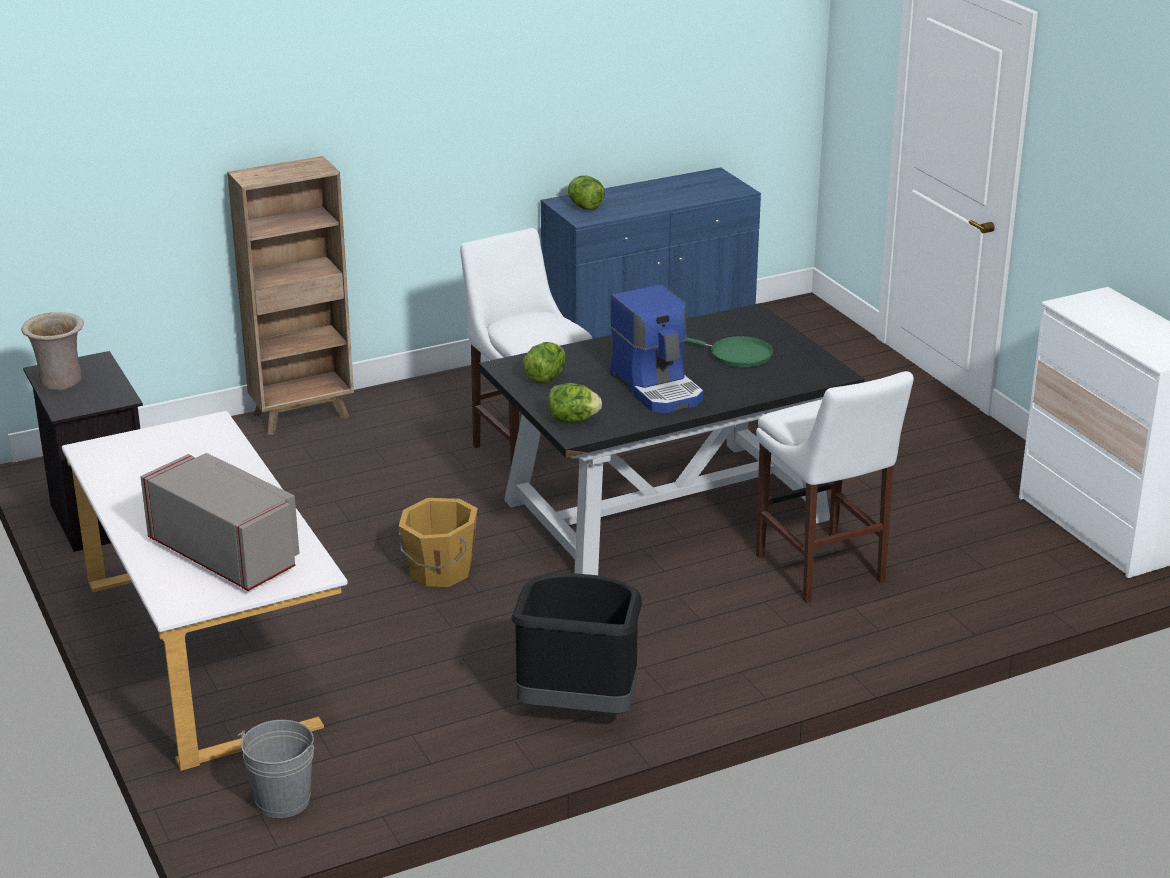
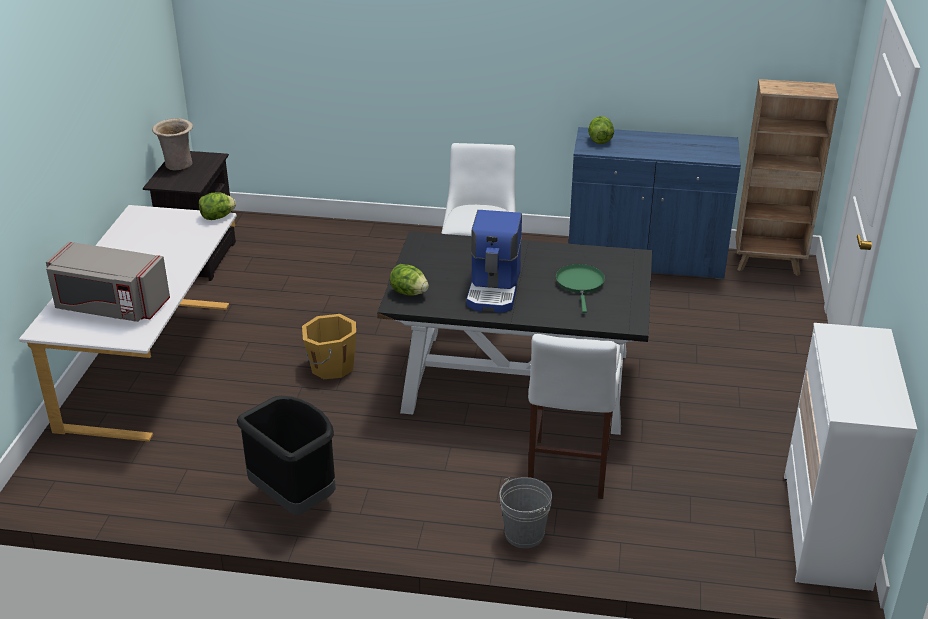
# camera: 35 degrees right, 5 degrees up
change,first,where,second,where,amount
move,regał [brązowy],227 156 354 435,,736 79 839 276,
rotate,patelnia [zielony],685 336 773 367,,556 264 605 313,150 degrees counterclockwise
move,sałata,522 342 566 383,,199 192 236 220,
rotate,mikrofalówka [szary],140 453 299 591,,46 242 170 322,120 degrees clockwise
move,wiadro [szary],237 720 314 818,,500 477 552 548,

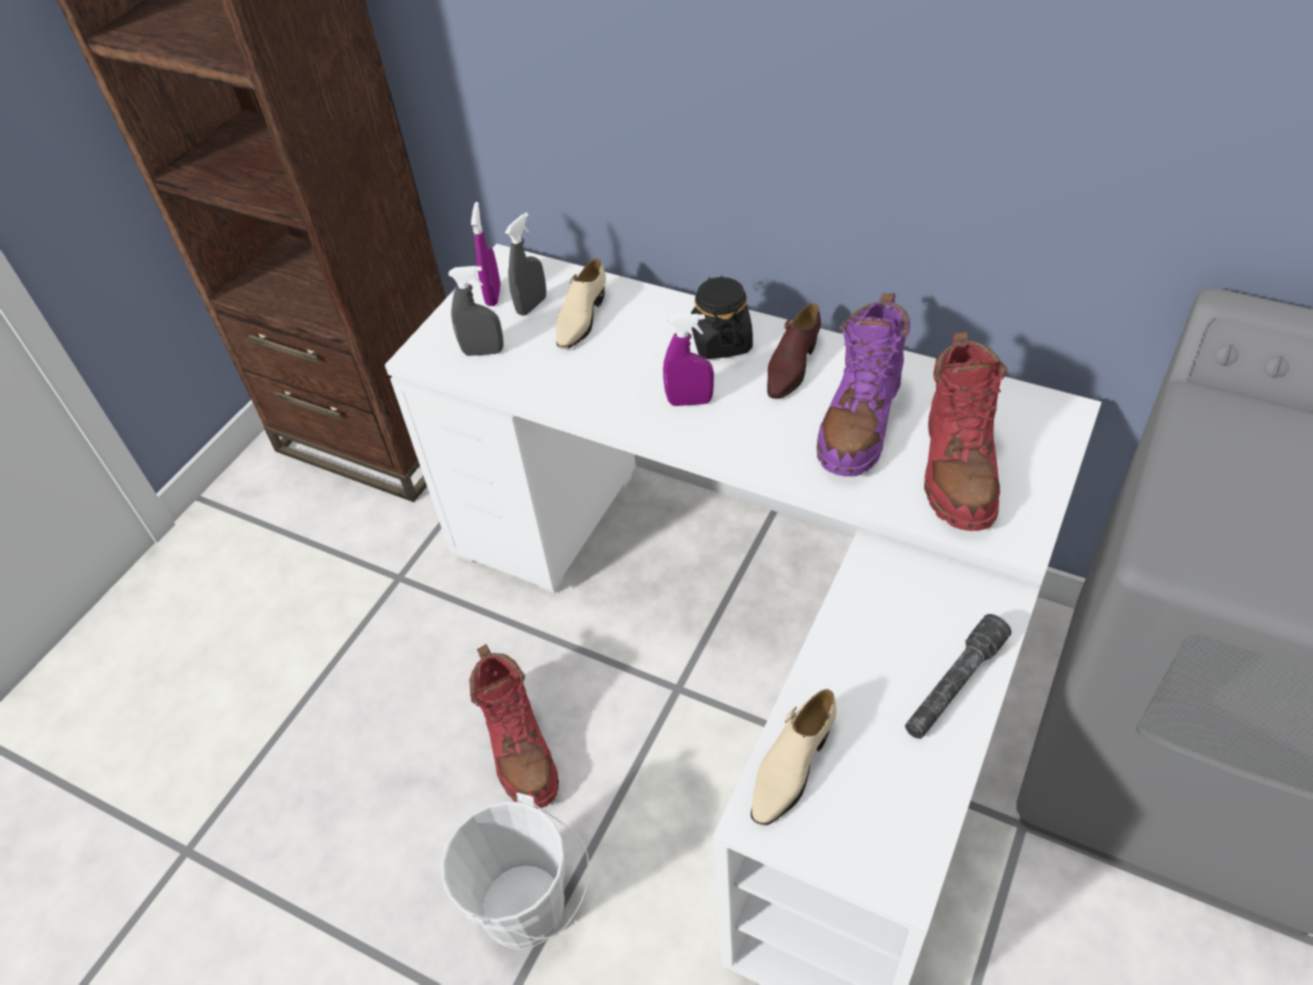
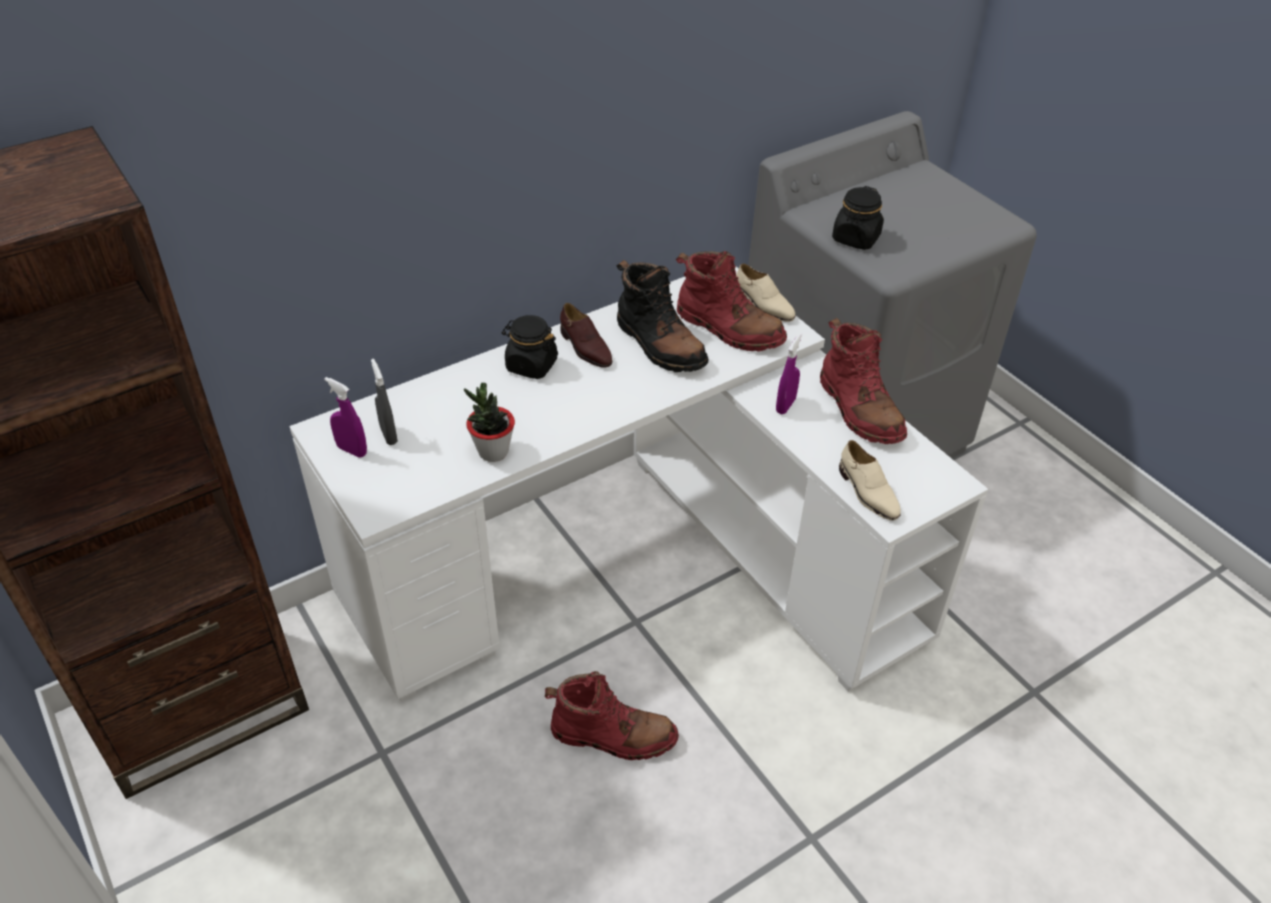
# camera: 65 degrees left, 5 degrees down
change,first,where,second,where,amount
move,but [beżowy],556 258 606 349,,736 264 796 322,
delete,spryskiwacz [szary],448 266 504 356,,,
recolor,but z cholewką [fioletowy],817 293 910 477,but z cholewką [czarny],617 260 709 372,
move,spryskiwacz [fioletowy],663 314 714 406,,776 333 802 414,
replace,latarka [szary],905 614 1011 739,but z cholewką [czerwony],820 318 907 444,
delete,wiadro [biały],441 793 589 949,,,
insert,,,słoik [czarny],832 186 884 250,
insert,,,roślina doniczkowa,464 382 515 462,

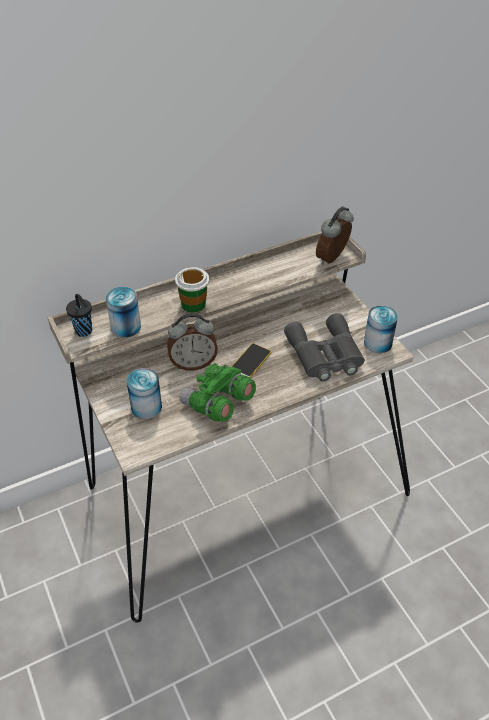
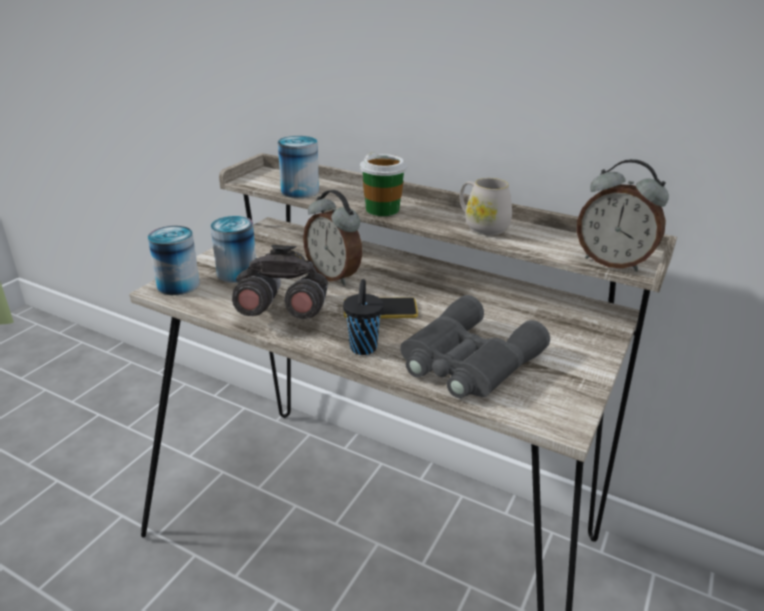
# camera: 55 degrees right, 15 degrees down
change,first,where,second,where,amount
rotate,budzik,316 207 354 265,,577 159 669 272,150 degrees counterclockwise
move,filiżanka [czarny],66 294 92 337,,343 279 384 355,
move,puszka,364 306 398 353,,148 226 200 295,
recolor,lornetka [zielony],180 363 256 422,lornetka [szary],232 245 328 319,
insert,,,kubek [biały],460 178 512 235,

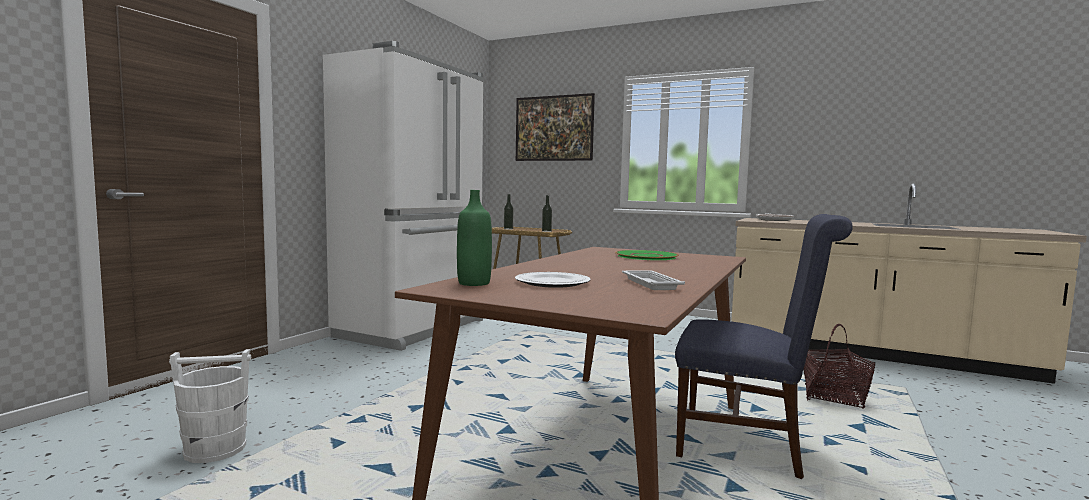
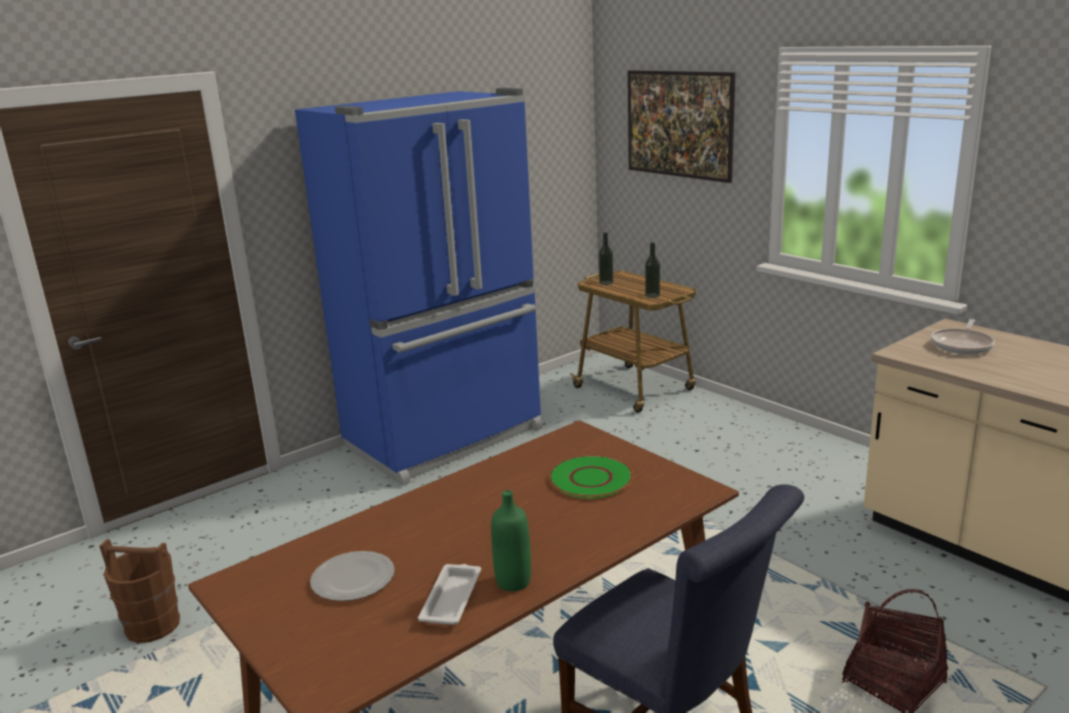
# camera: 25 degrees right, 15 degrees up
change,first,where,second,where,amount
recolor,lodówka [biały],323 41 484 351,lodówka [niebieski],295 88 543 486,
move,butelka [zielony],457 190 492 286,,491 490 531 591,
recolor,wiadro [biały],169 349 251 463,wiadro [brązowy],99 539 180 643,

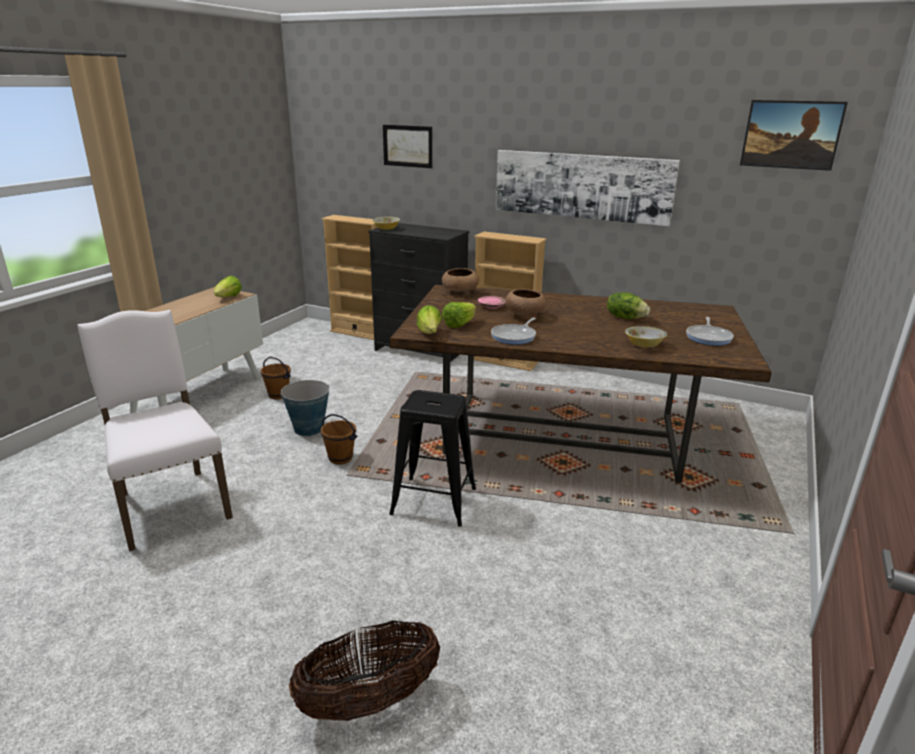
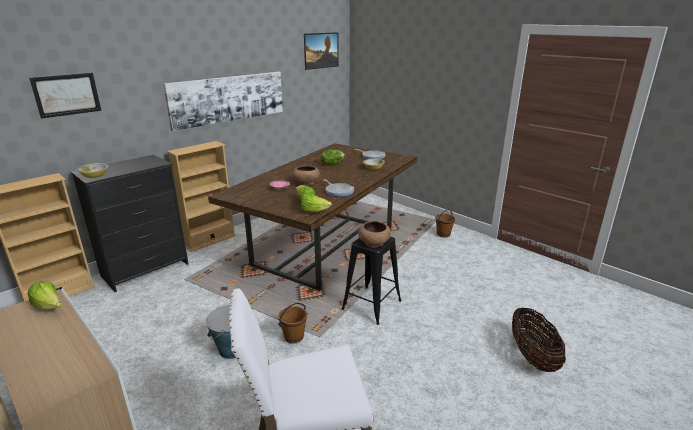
# camera: 70 degrees left, 0 degrees up
change,first,where,second,where,amount
move,miska [brązowy],442 268 479 296,,358 221 391 248,
move,wiadro [brązowy],260 357 291 399,,435 209 455 238,

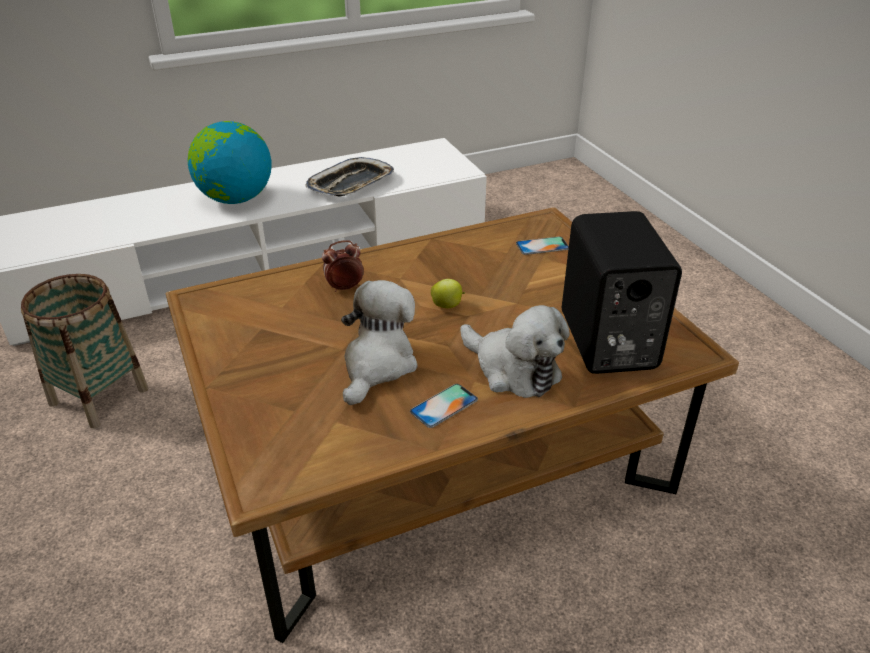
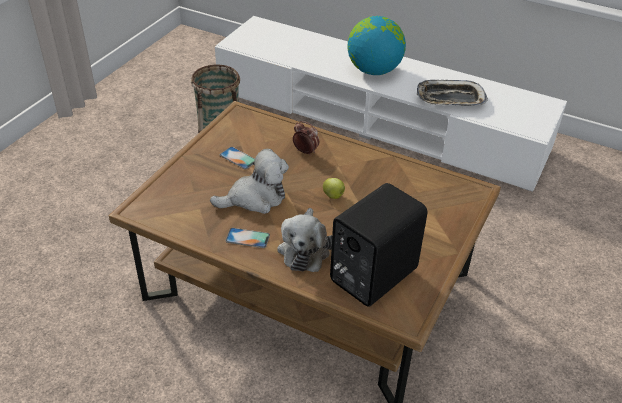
# camera: 50 degrees right, 5 degrees up
change,first,where,second,where,amount
move,telefon,516 237 569 255,,220 147 255 169,

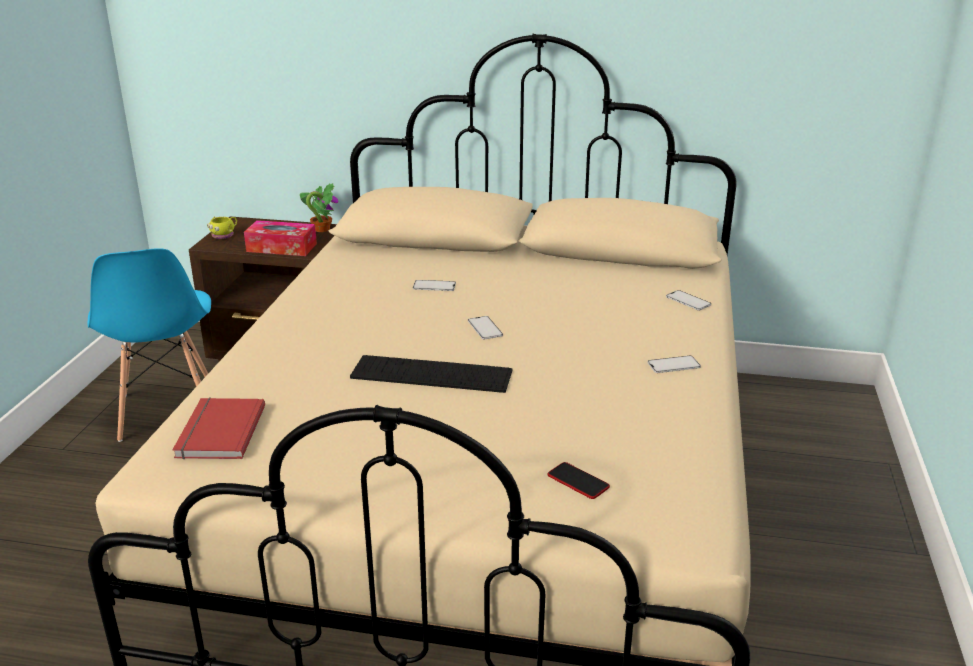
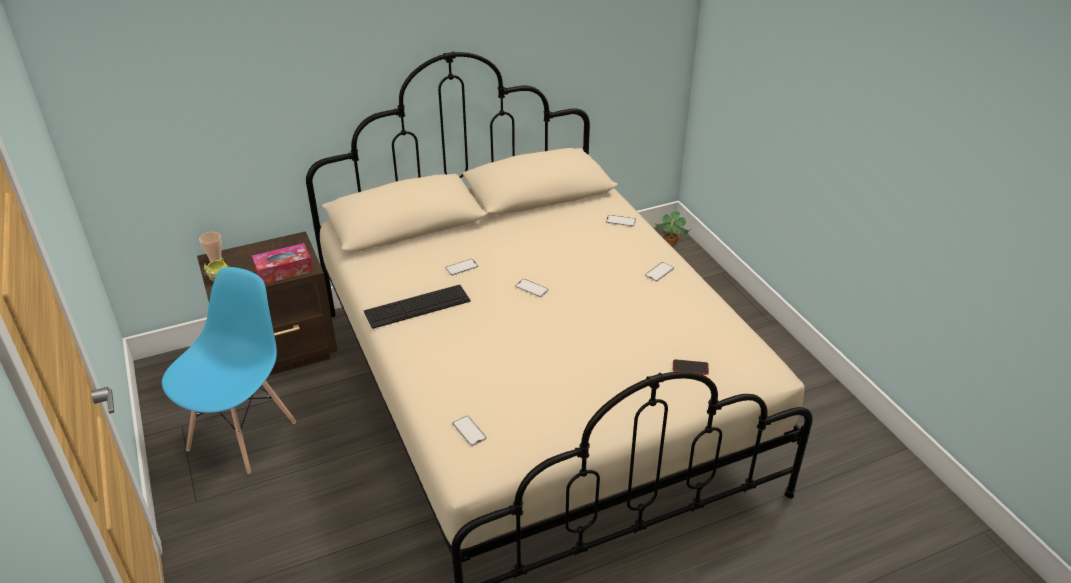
# camera: 35 degrees left, 10 degrees up
change,first,where,second,where,amount
move,roślina doniczkowa,300 183 339 232,,655 210 691 245,
rotate,krzesło [niebieski],88 248 211 442,,162 267 296 474,105 degrees counterclockwise
move,klawiatura,350 355 513 393,,364 285 471 329,
replace,książka [czerwony],172 398 265 459,telefon,453 416 486 446,
insert,,,filiżanka,199 232 222 262,

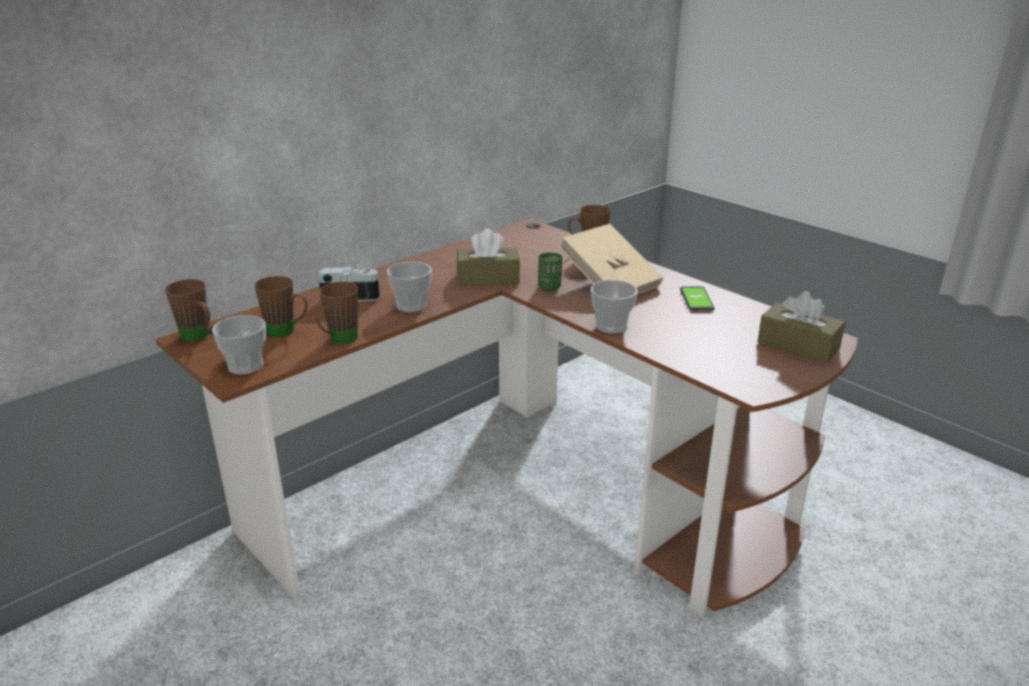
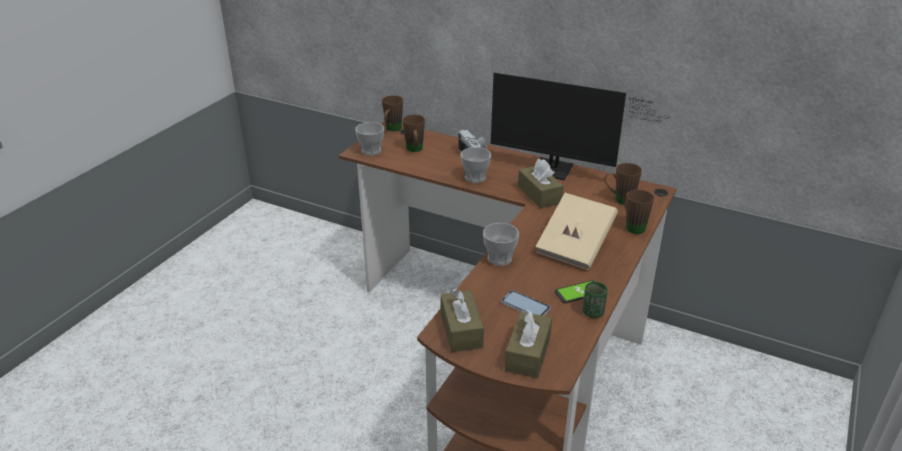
# camera: 70 degrees right, 5 degrees up
change,first,where,second,where,amount
move,filiżanka [zielony],538 252 562 291,,582 281 608 318,
move,kubek [brązowy],316 282 358 344,,604 163 642 205,
insert,,,monitor,490 73 670 180,
insert,,,pudełko chusteczek [brązowy],440 289 484 352,
insert,,,telefon,501 290 551 316,

